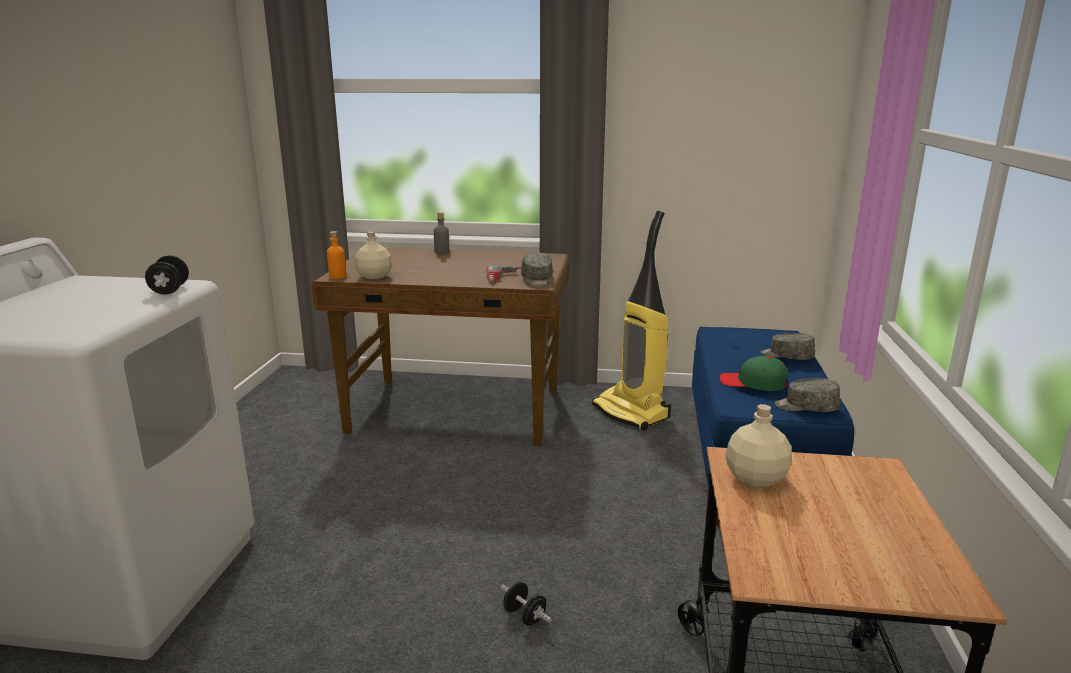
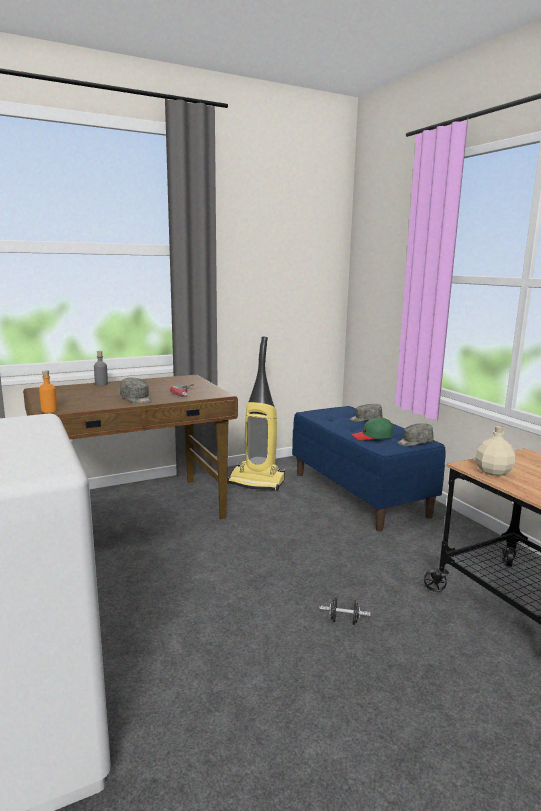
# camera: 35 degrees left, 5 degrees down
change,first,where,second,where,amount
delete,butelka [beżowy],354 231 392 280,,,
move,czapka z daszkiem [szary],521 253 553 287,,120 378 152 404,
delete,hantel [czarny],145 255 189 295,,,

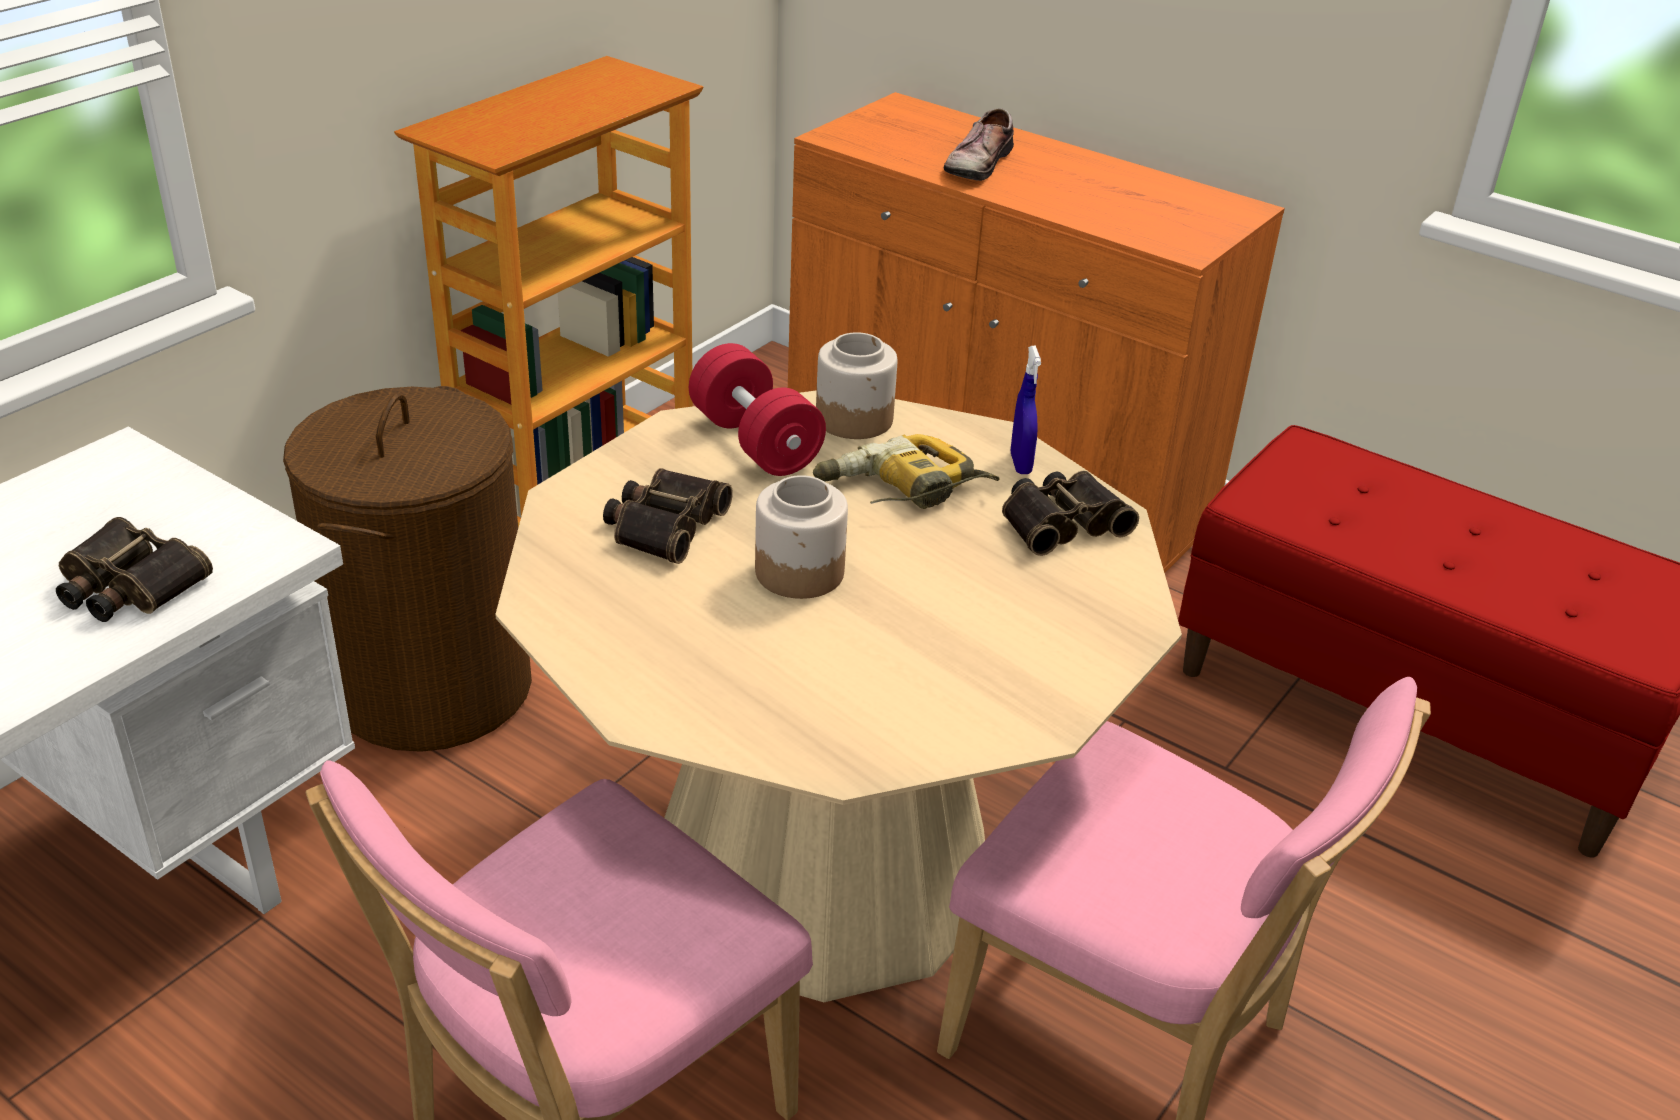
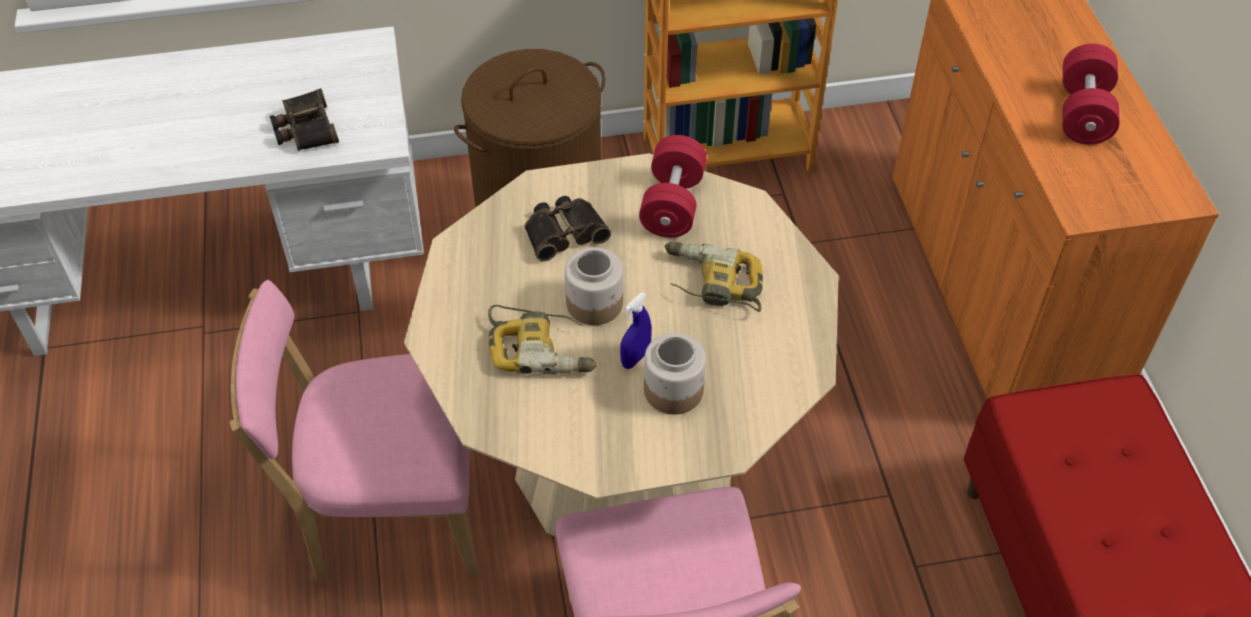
# camera: 45 degrees right, 15 degrees up
change,first,where,second,where,amount
delete,but,944 108 1014 181,,,
move,słoik,816 332 897 439,,644 333 706 415,
move,spryskiwacz [niebieski],1010 346 1041 474,,620 292 652 369,
delete,lornetka,1002 470 1139 556,,,
insert,,,hantel [czerwony],1062 44 1120 144,
insert,,,wiertarka,488 305 597 375,

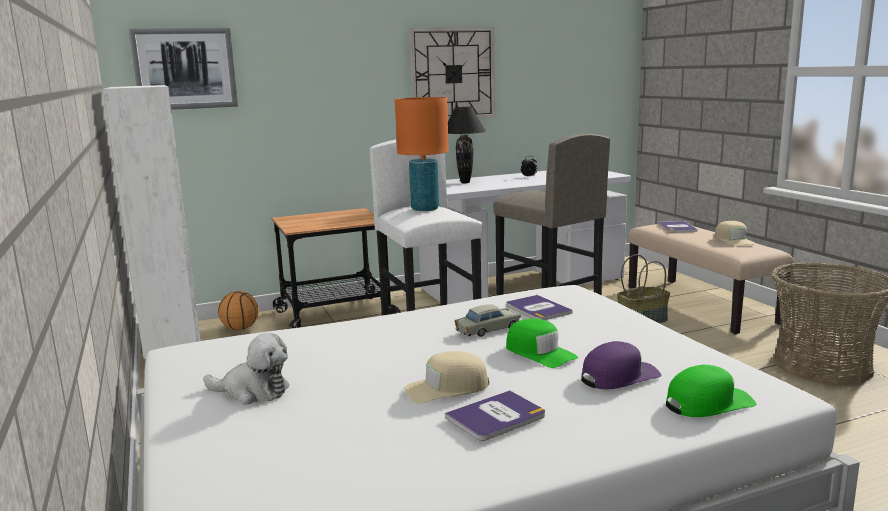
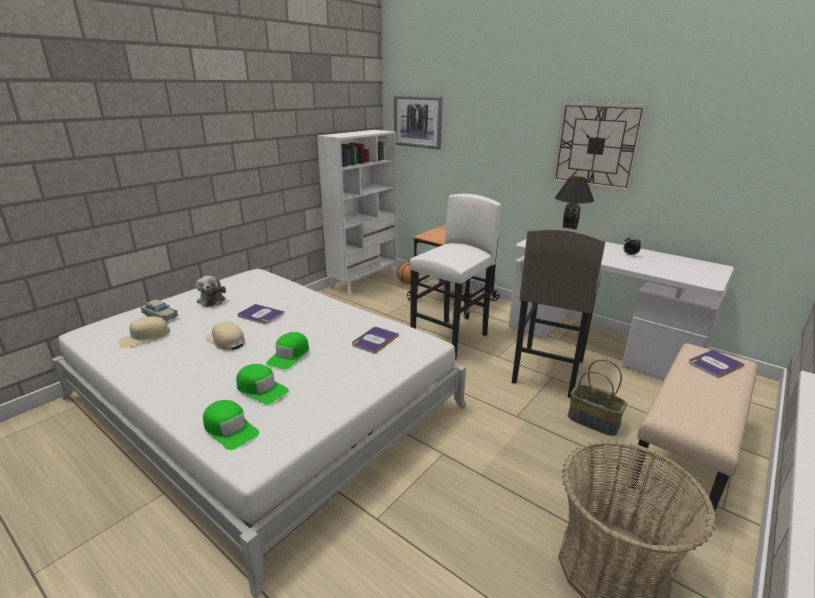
# camera: 60 degrees right, 10 degrees up
change,first,where,second,where,amount
delete,lampa stołowa [pomarańczowy],395 97 449 211,,,
move,czapka z daszkiem [beżowy],714 221 757 247,,118 316 170 348,
move,samochodzik [beżowy],455 304 521 337,,140 300 178 321,
recolor,czapka z daszkiem [fioletowy],581 341 662 389,czapka z daszkiem [zielony],236 364 289 404,
move,książka,445 390 545 441,,238 304 284 324,

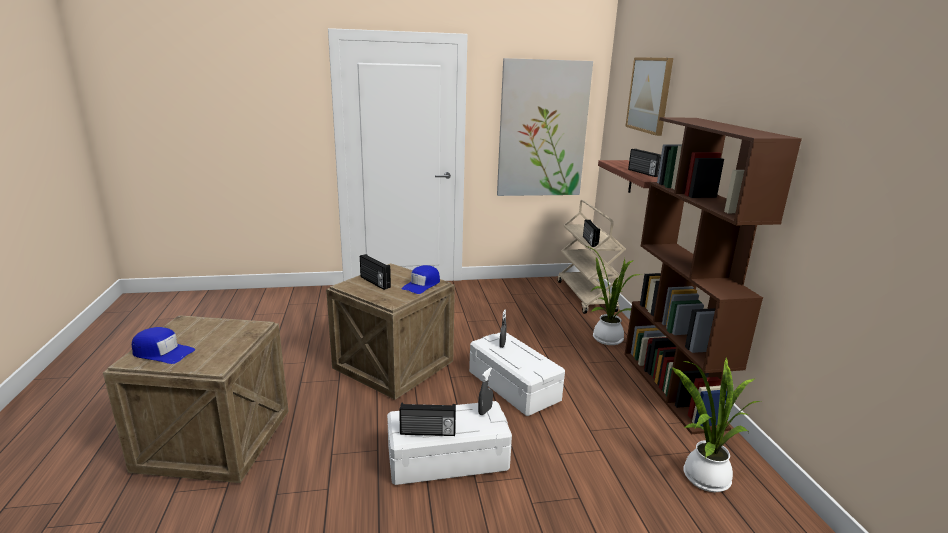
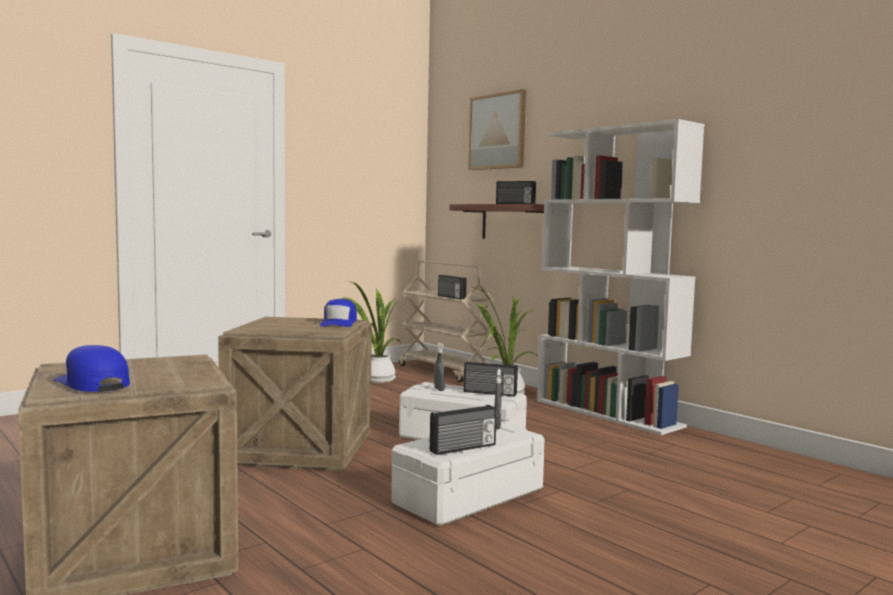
# camera: 30 degrees left, 15 degrees down
change,first,where,second,where,amount
delete,obraz,497 58 593 196,,,
recolor,regał [brązowy],624 117 802 434,regał [biały],537 119 705 435,
move,radio,360 254 391 290,,464 361 518 397,
rotate,czapka z daszkiem [niebieski],132 327 195 364,,52 345 130 392,120 degrees counterclockwise
move,roślina doniczkowa,671 358 761 492,,343 281 401 383,

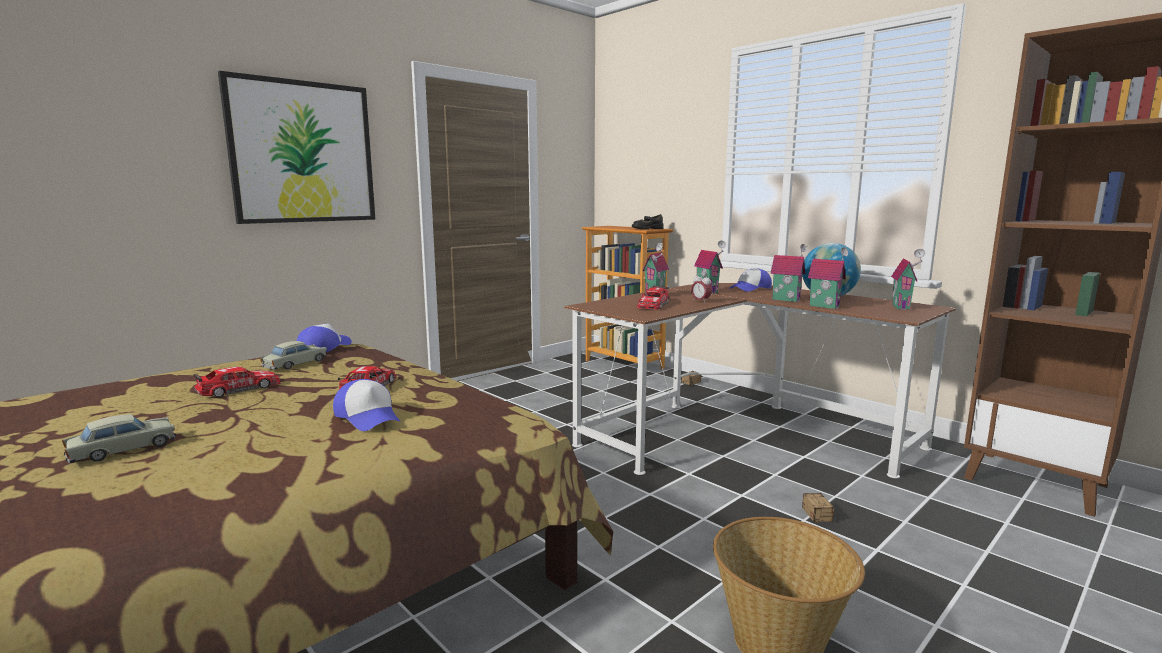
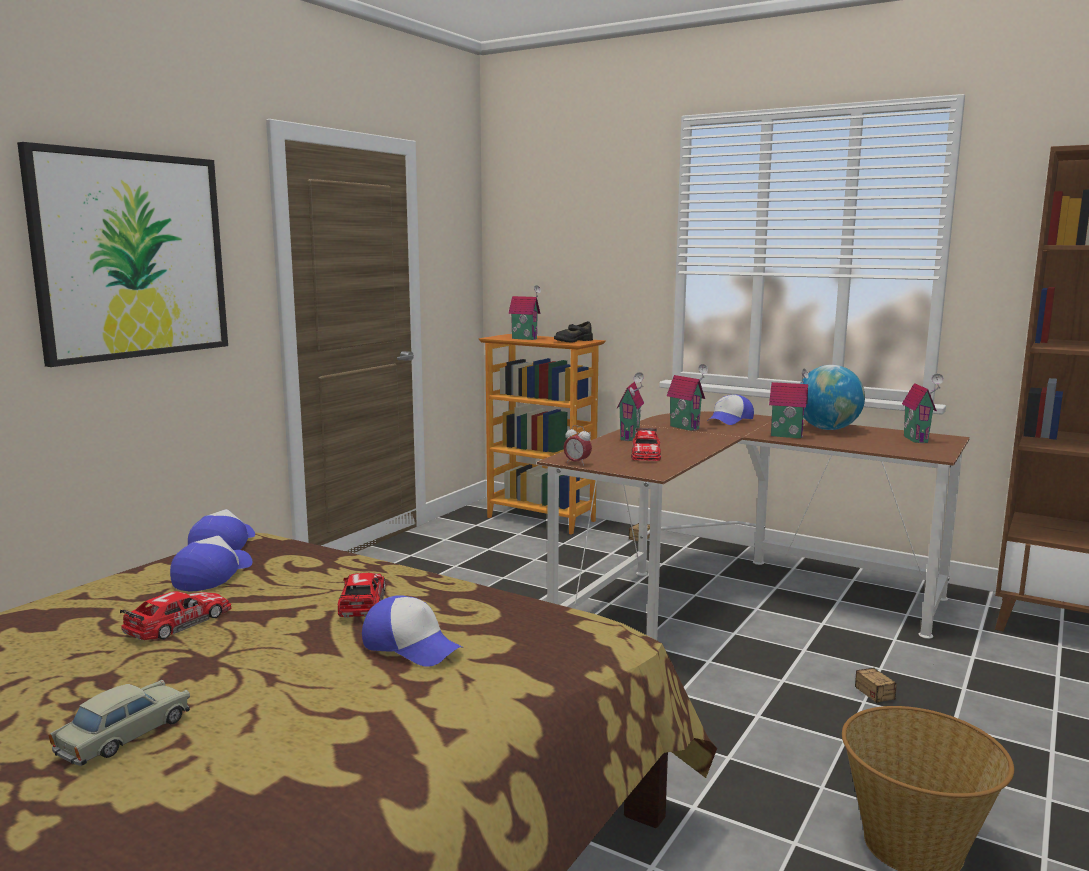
# camera: 15 degrees left, 0 degrees up
change,first,where,second,where,amount
move,domek,808 247 848 309,,508 285 541 340,
move,budzik,691 273 712 303,,563 425 592 466,
replace,samochodzik [beżowy],260 341 327 369,czapka z daszkiem,170 536 253 591,

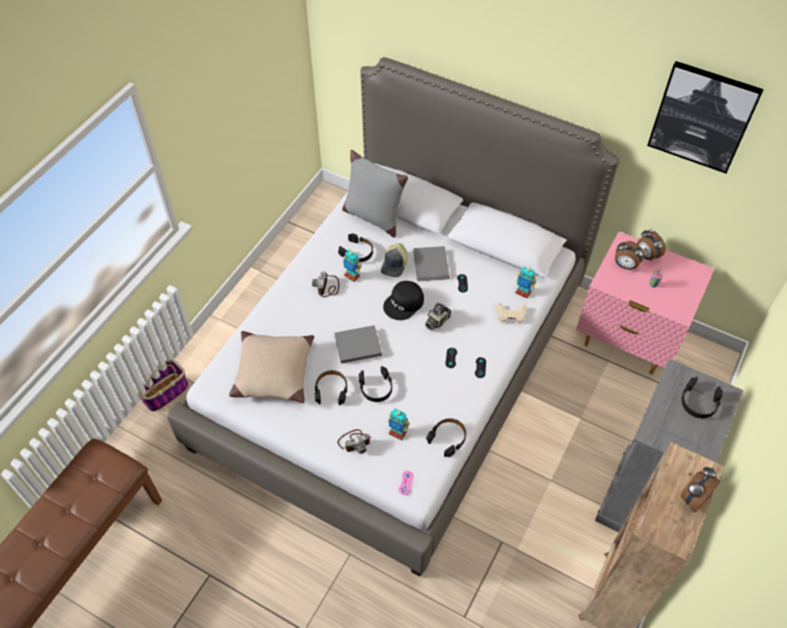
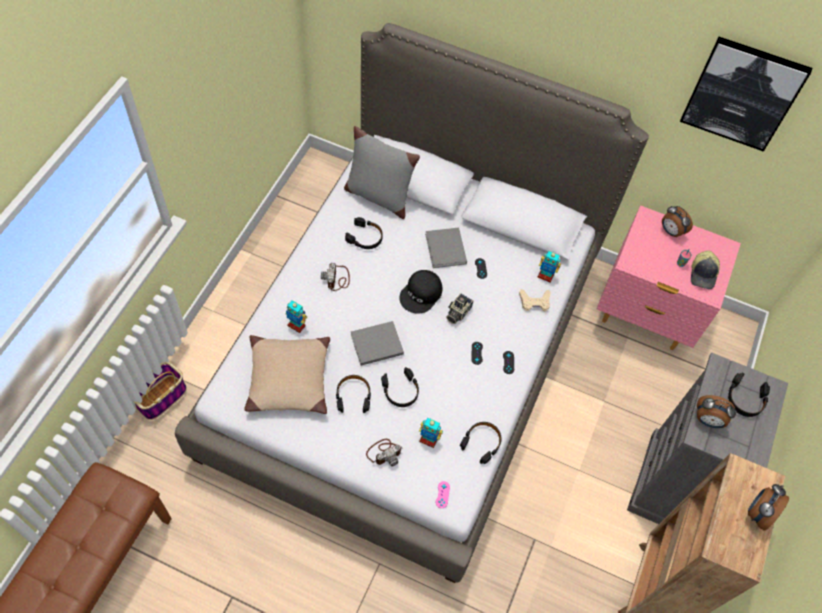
# camera: 10 degrees left, 5 degrees up
change,first,where,second,where,amount
move,budzik,615 241 645 270,,697 395 737 428,
move,czapka z daszkiem,381 244 408 277,,691 250 720 289,
move,robot zabawkowy,343 250 362 282,,286 300 307 333,

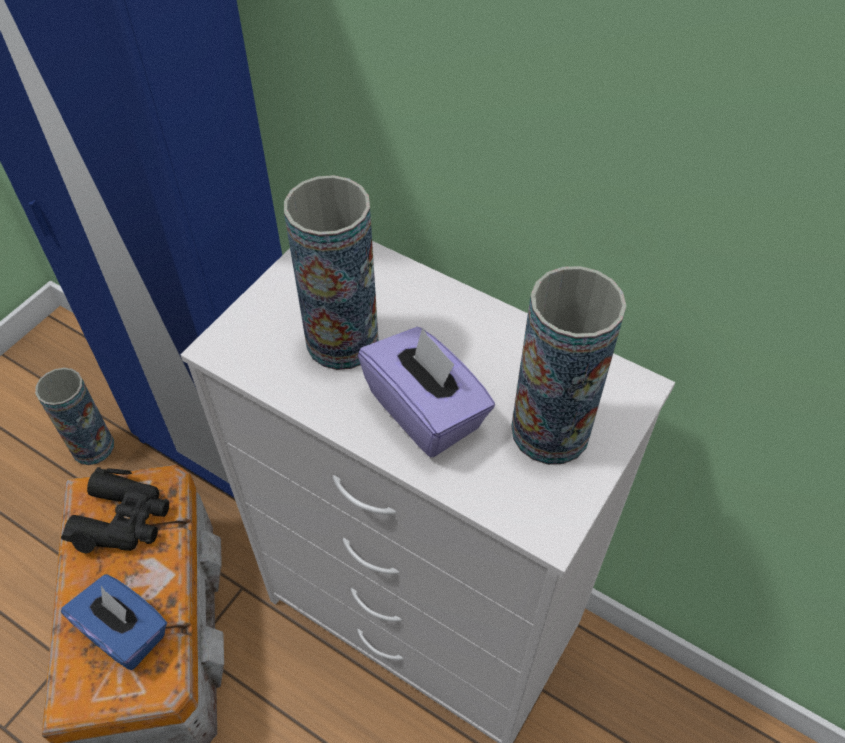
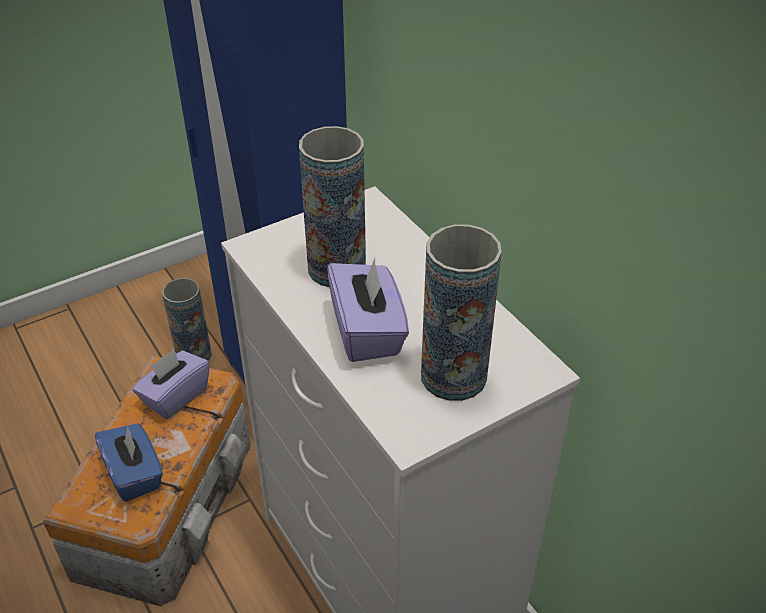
# camera: 25 degrees right, 10 degrees down
change,first,where,second,where,amount
replace,lornetka [czarny],61 467 169 554,pudełko chusteczek [fioletowy],132 349 210 419,

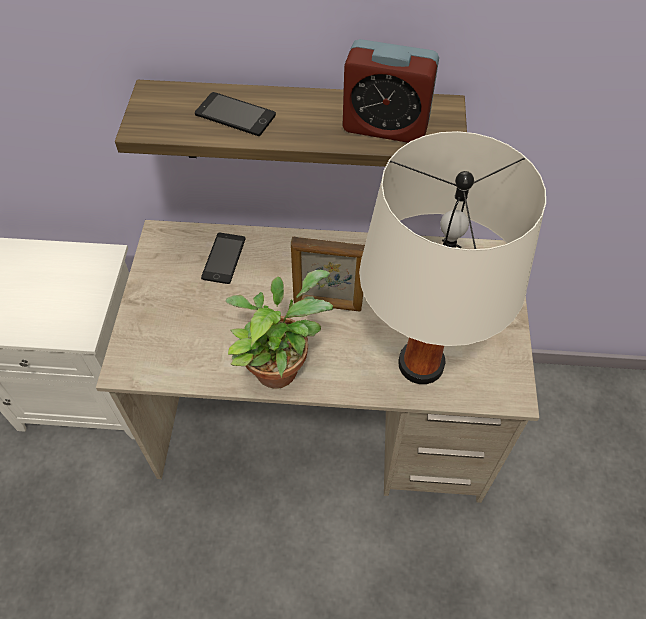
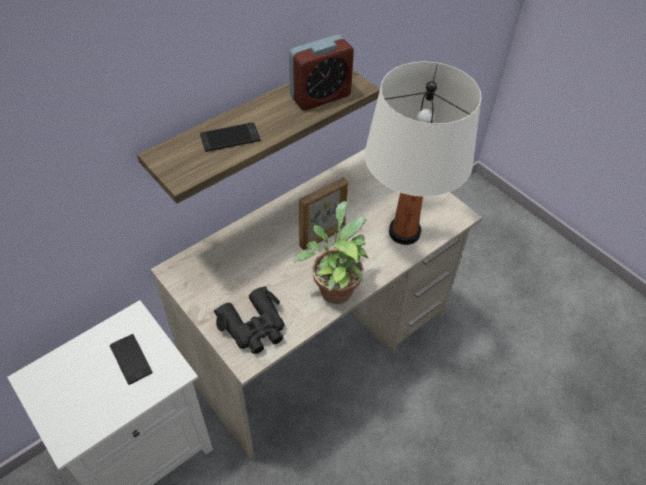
# camera: 45 degrees left, 5 degrees down
change,first,where,second,where,amount
move,telefon,201 233 245 284,,110 334 152 385,
insert,,,lornetka [czarny],214 286 285 354,

